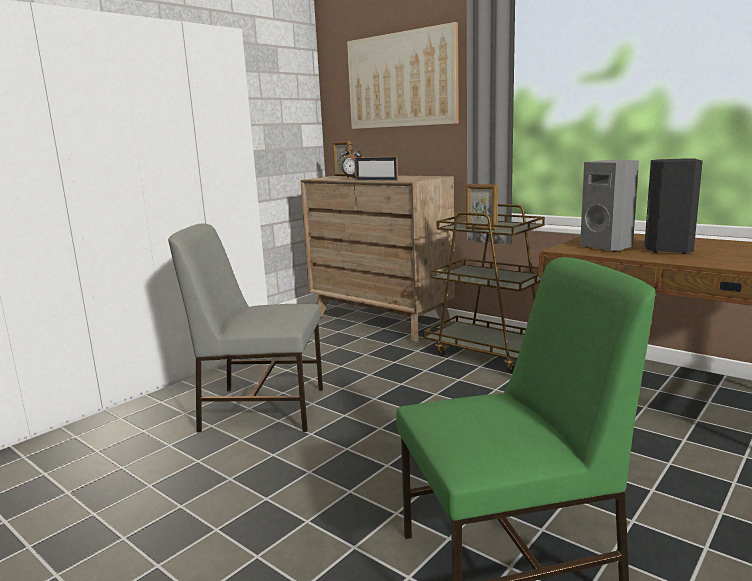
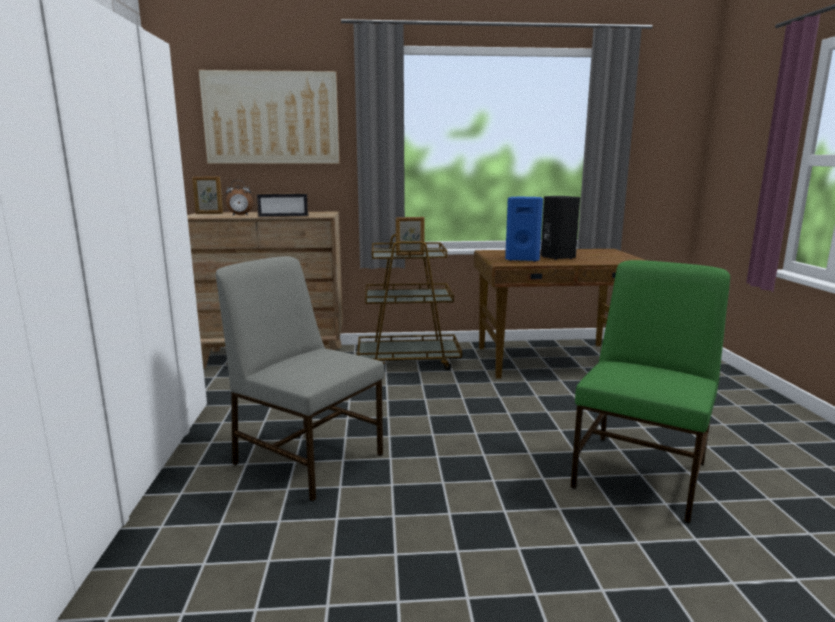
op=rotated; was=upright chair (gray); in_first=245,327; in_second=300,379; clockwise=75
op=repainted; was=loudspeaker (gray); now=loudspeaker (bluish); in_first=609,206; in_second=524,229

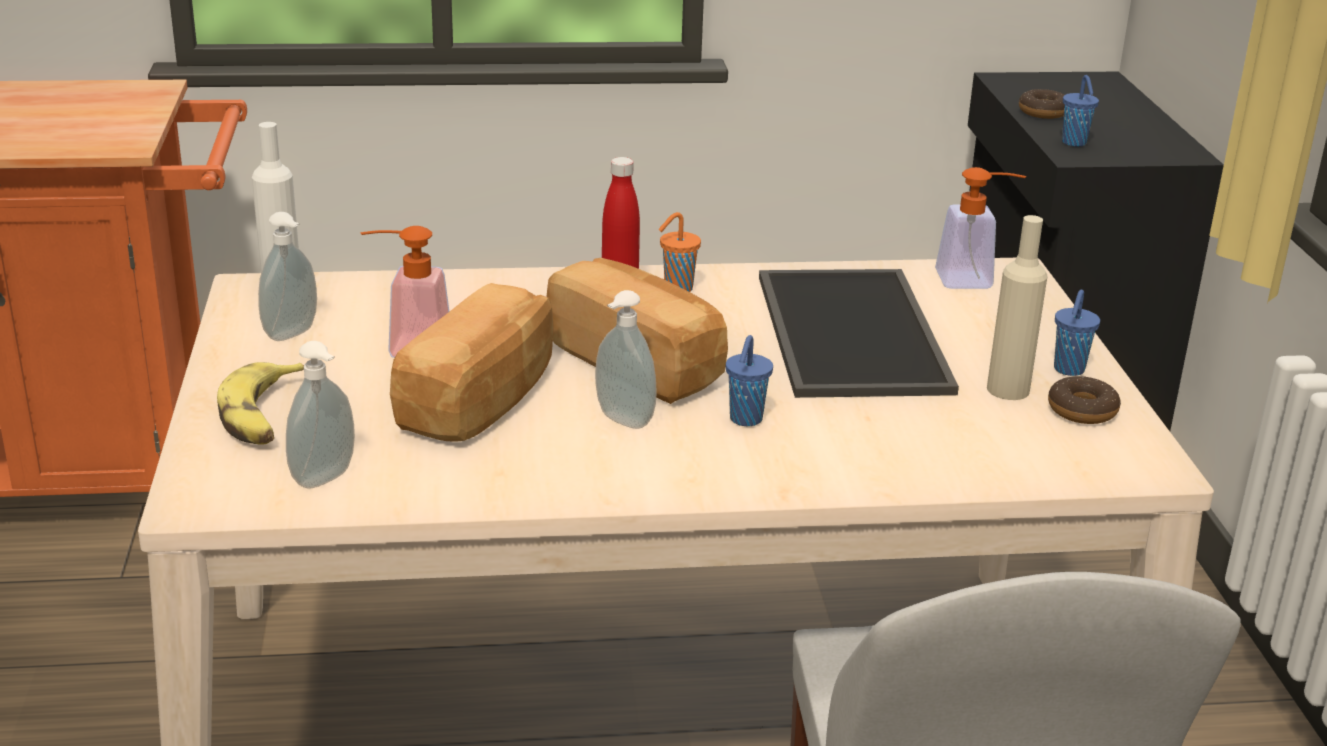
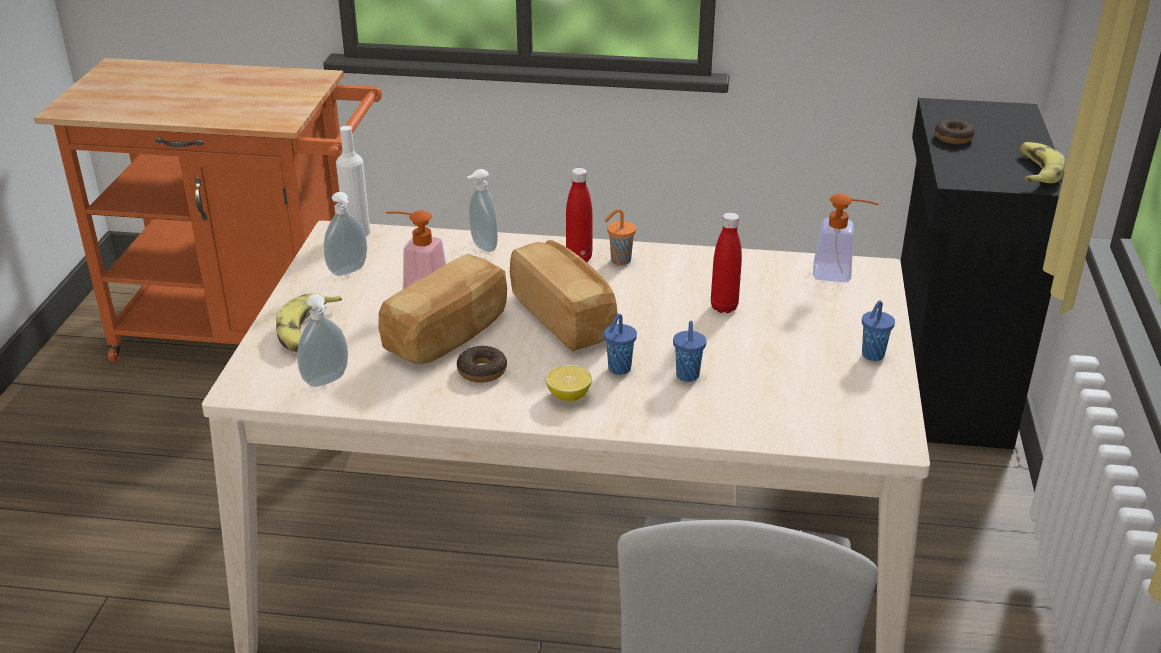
op=shifted; was=ring doughnut; in_first=1084,400; in_second=482,364
op=shifted; was=soap dispenser; in_first=626,359; in_second=482,210
op=new; now=whole lemon; in_second=568,383
op=shifted; was=drinking cup (bluish); in_first=1080,111; in_second=690,351
op=swapped; was=carrying tray; now=beverage bottle (red-coloured); in_first=859,333; in_second=726,263
op=new; now=whole banana; in_second=1042,162
op=gone; was=beverage bottle (beige-coloured); in_first=1017,307

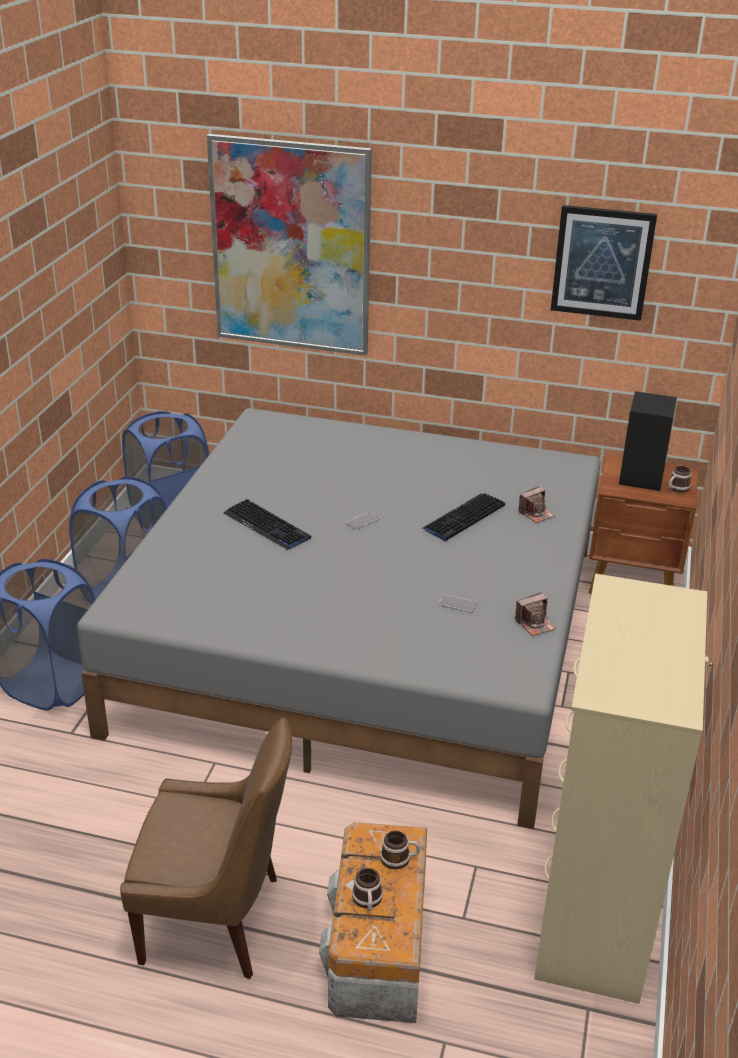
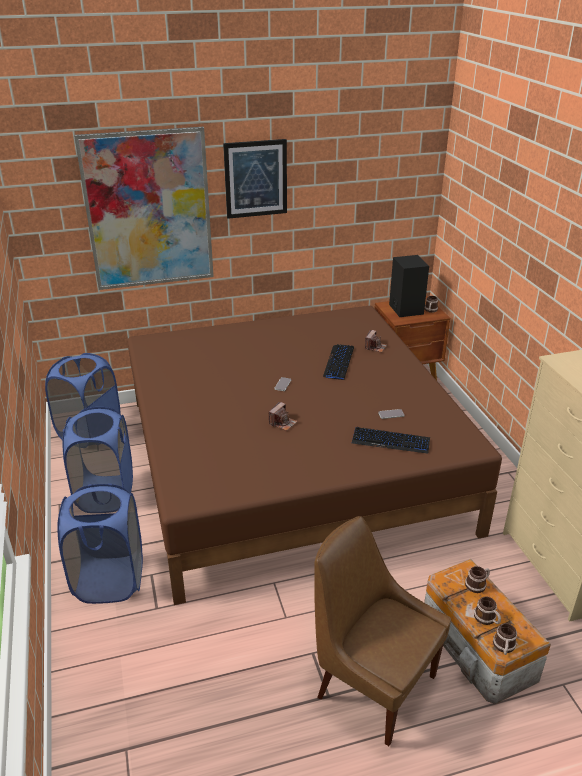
op=repainted; was=bed (gray); now=bed (brown-coloured); in_first=339,618; in_second=314,455
op=shifted; was=wall picture; in_first=604,263; in_second=255,179
op=shifted; was=still camera; in_first=536,614; in_second=283,416
op=rotated; was=upright chair (brown-coloured); in_first=206,848; in_second=382,631; clockwise=-120
op=shifted; was=keyboard; in_first=267,524; in_second=391,440
op=new; now=mug; in_second=505,639

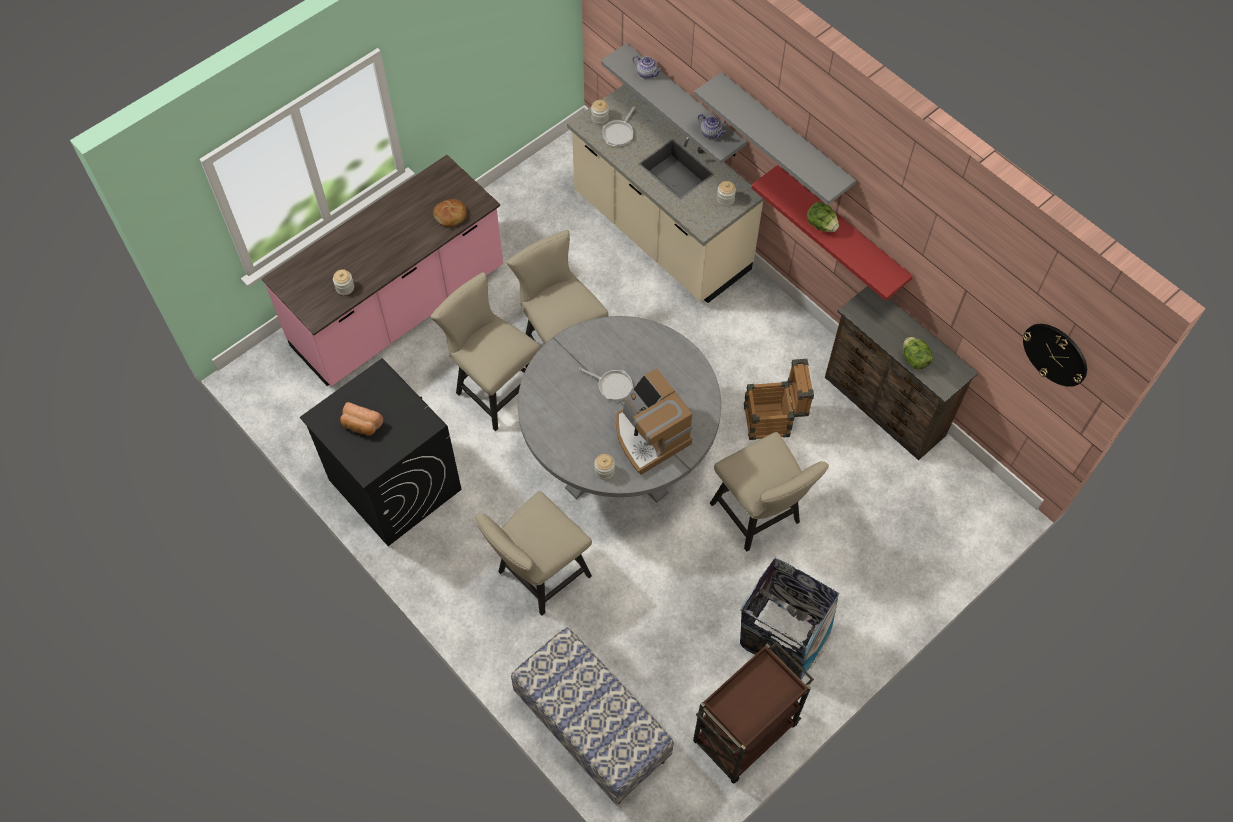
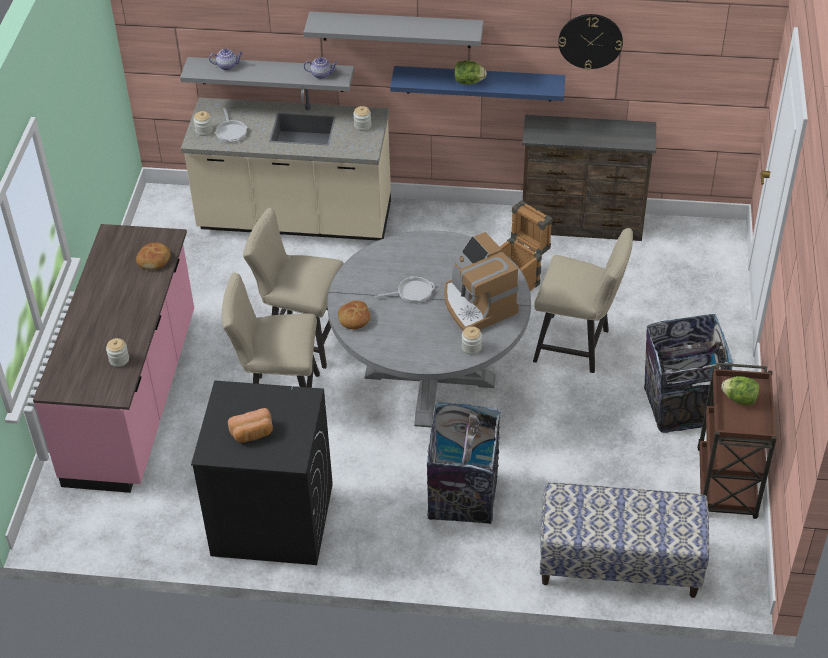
op=new; now=baked bread; in_second=354,314
op=repainted; was=wall shelf (red-coloured); now=wall shelf (bluish); in_first=832,233; in_second=477,83
op=swapped; was=upright chair (beige-coloured); now=rubbish bin; in_first=533,553; in_second=463,463
op=rotated; was=coffee brewer; in_first=654,421; in_second=481,281; clockwise=45
op=shifted; was=hanging clock; in_first=1055,355; in_second=590,42
op=shifted; was=head of lettuce; in_first=918,353; in_second=740,390

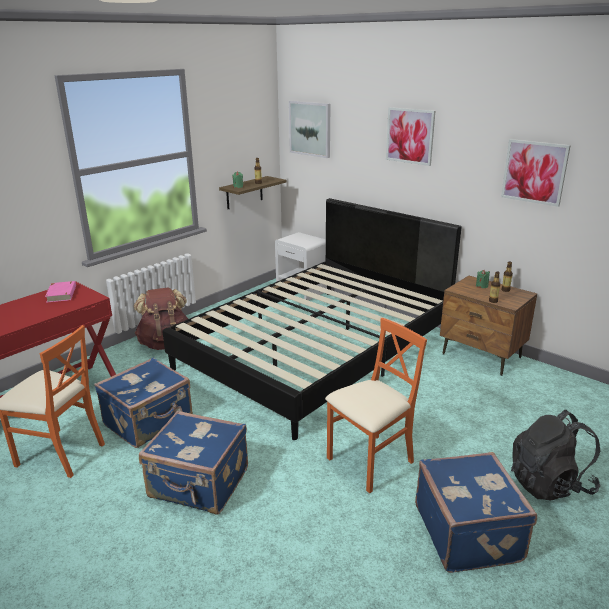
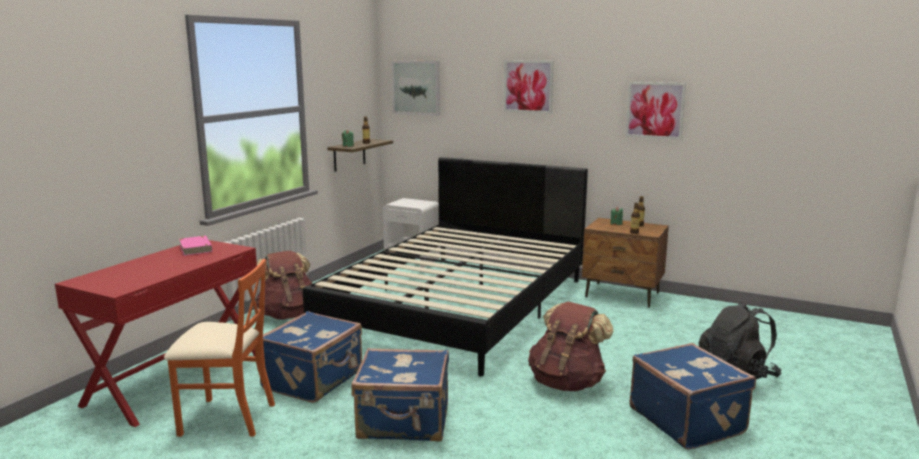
op=swapped; was=upright chair (orange-coloured); now=rucksack (brown-coloured); in_first=376,406; in_second=571,346

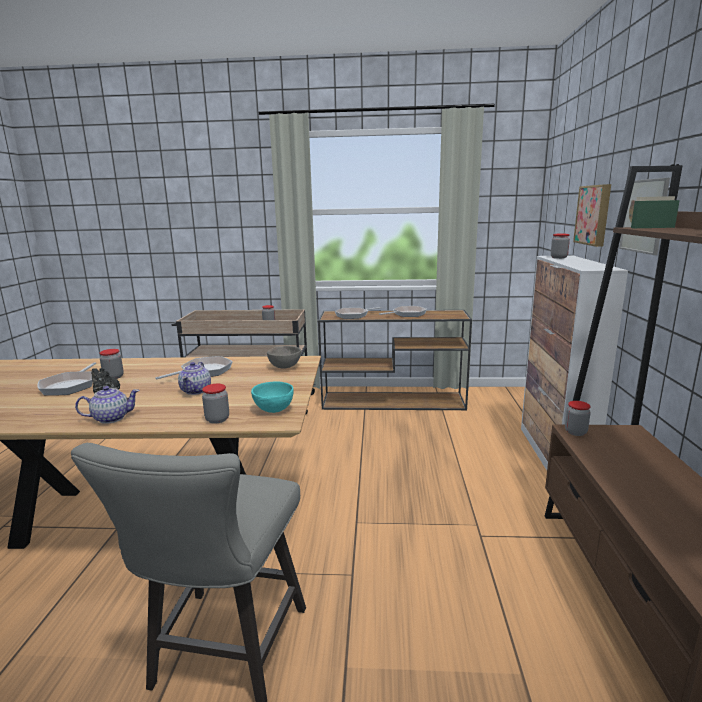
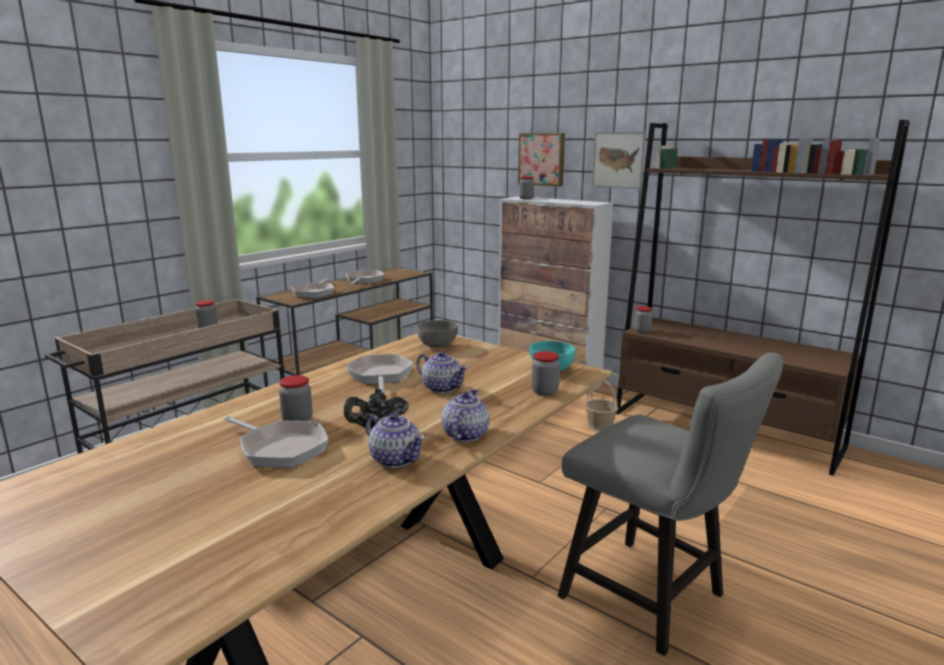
op=new; now=tea pot; in_second=395,440
op=new; now=storage basket; in_second=601,405

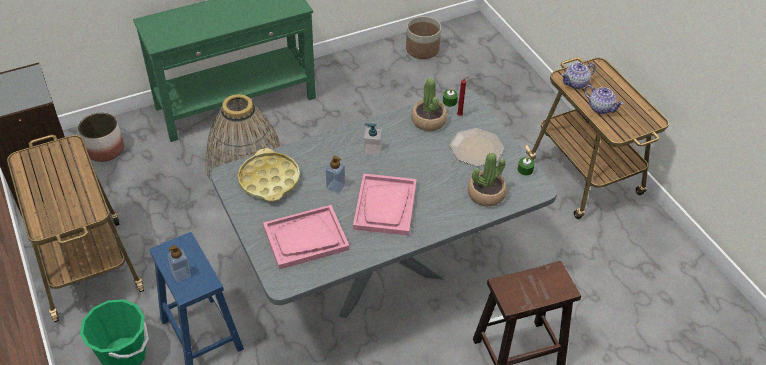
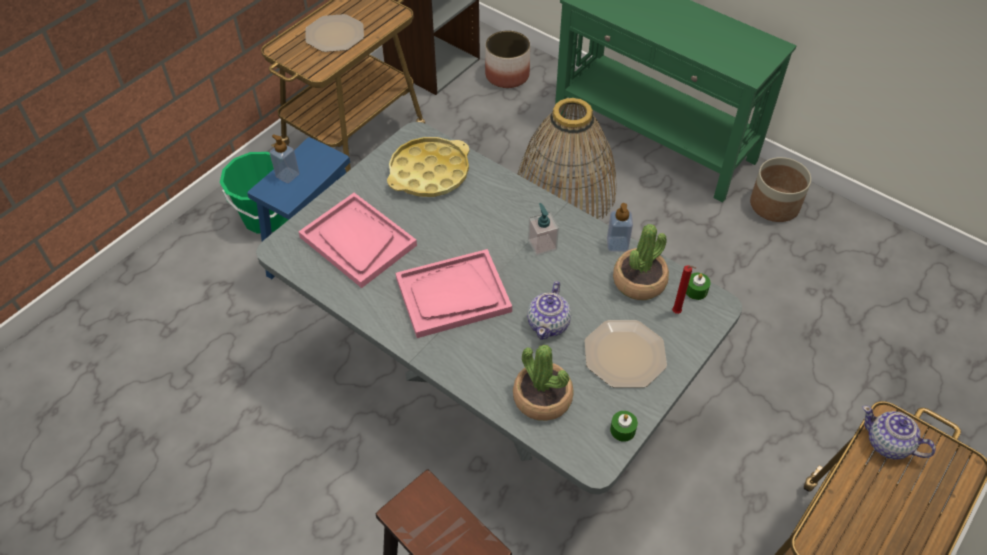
op=new; now=plate; in_second=334,33
op=shifted; was=tea pot; in_first=604,99; in_second=549,310
op=shifted; was=soap dispenser; in_first=335,174; in_second=620,227
op=shifted; was=plant pot; in_first=423,37; in_second=780,189

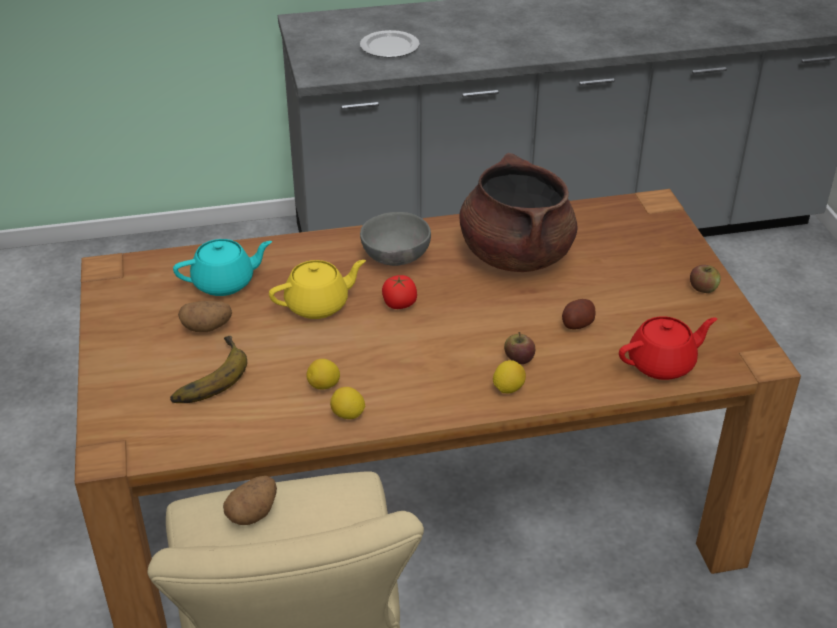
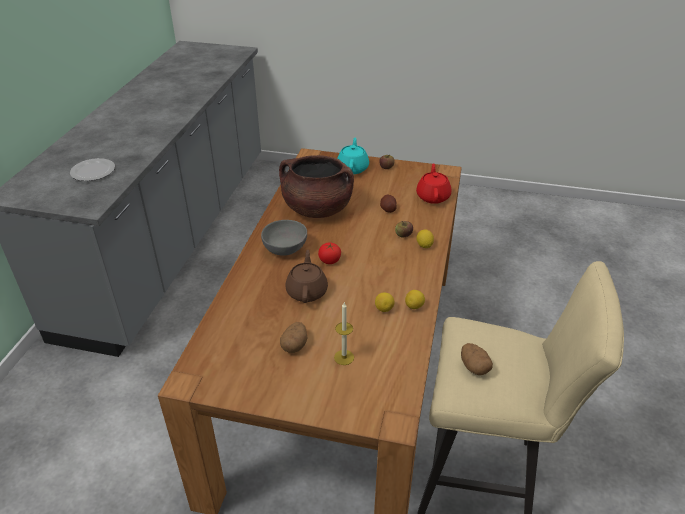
op=repainted; was=tea pot (yellow); now=tea pot (brown-coloured); in_first=317,289; in_second=306,276
op=swapped; was=whole banana; now=candle; in_first=208,369; in_second=344,334
op=shifted; was=tea pot (blue-green); in_first=222,267; in_second=353,156

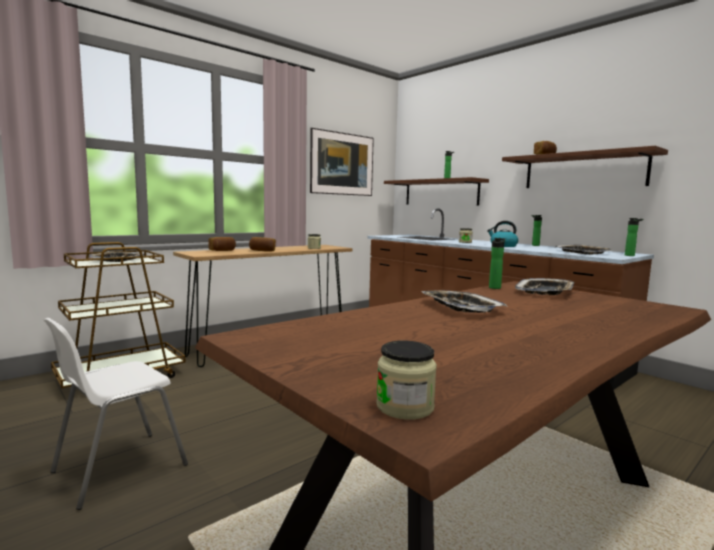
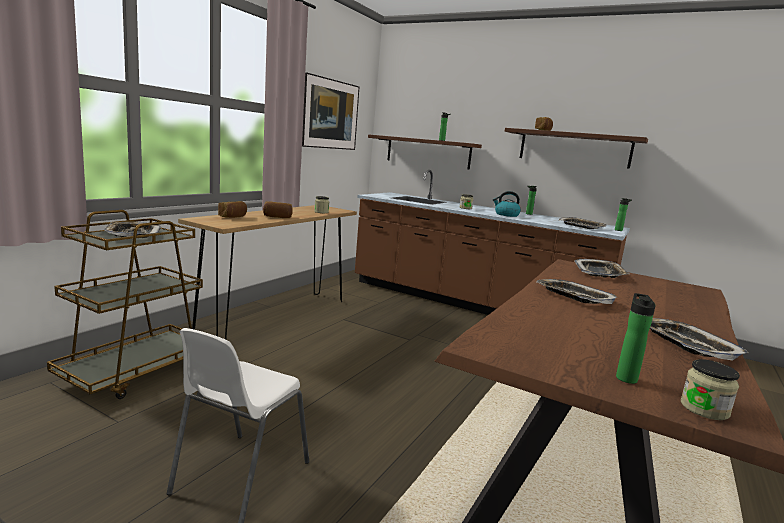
op=shifted; was=beverage bottle; in_first=497,263; in_second=636,338
op=new; now=carrying tray; in_second=699,339

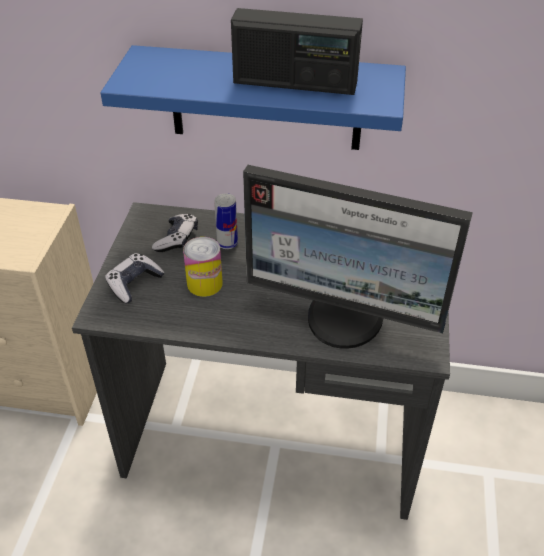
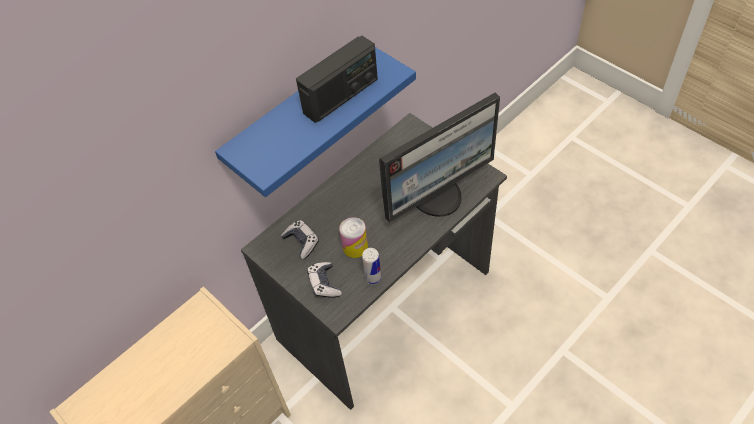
op=shifted; was=can; in_first=226,221; in_second=372,266

